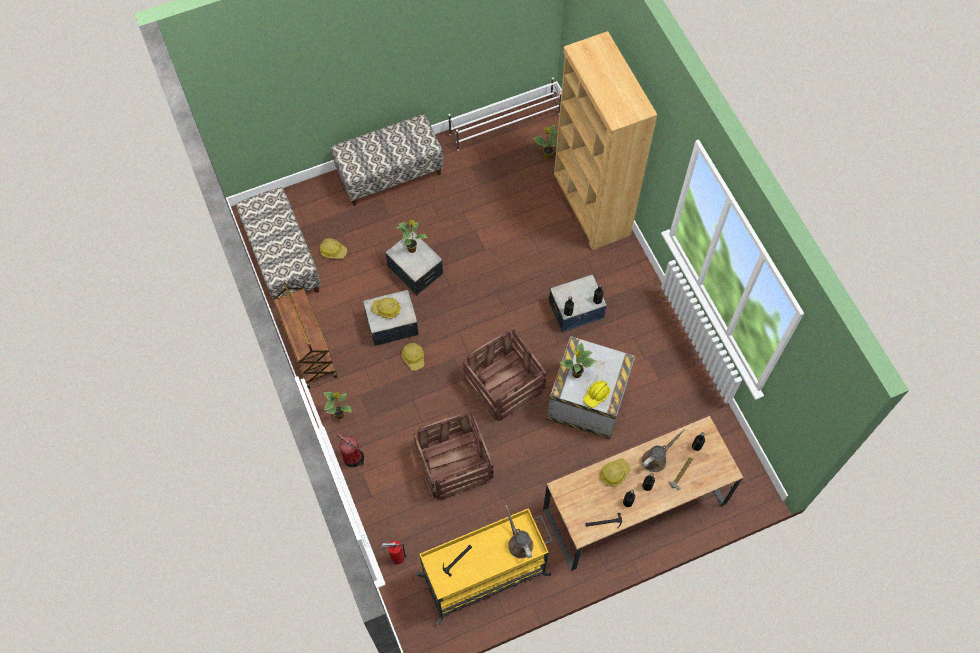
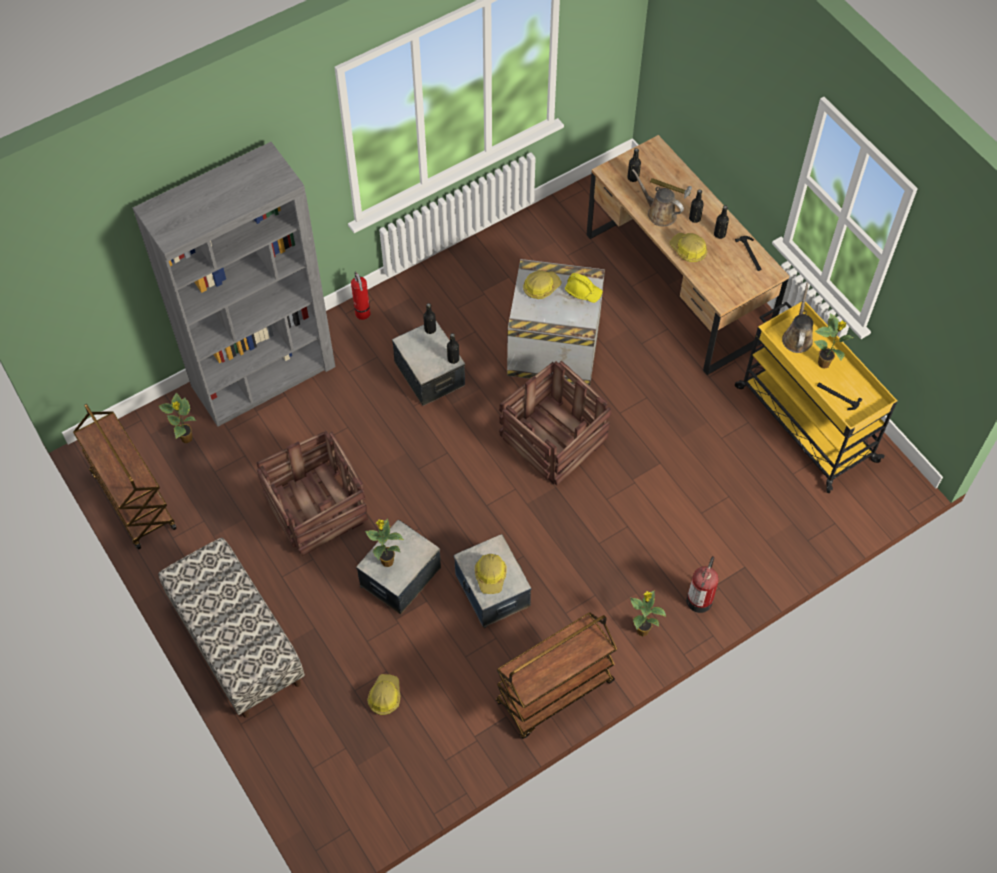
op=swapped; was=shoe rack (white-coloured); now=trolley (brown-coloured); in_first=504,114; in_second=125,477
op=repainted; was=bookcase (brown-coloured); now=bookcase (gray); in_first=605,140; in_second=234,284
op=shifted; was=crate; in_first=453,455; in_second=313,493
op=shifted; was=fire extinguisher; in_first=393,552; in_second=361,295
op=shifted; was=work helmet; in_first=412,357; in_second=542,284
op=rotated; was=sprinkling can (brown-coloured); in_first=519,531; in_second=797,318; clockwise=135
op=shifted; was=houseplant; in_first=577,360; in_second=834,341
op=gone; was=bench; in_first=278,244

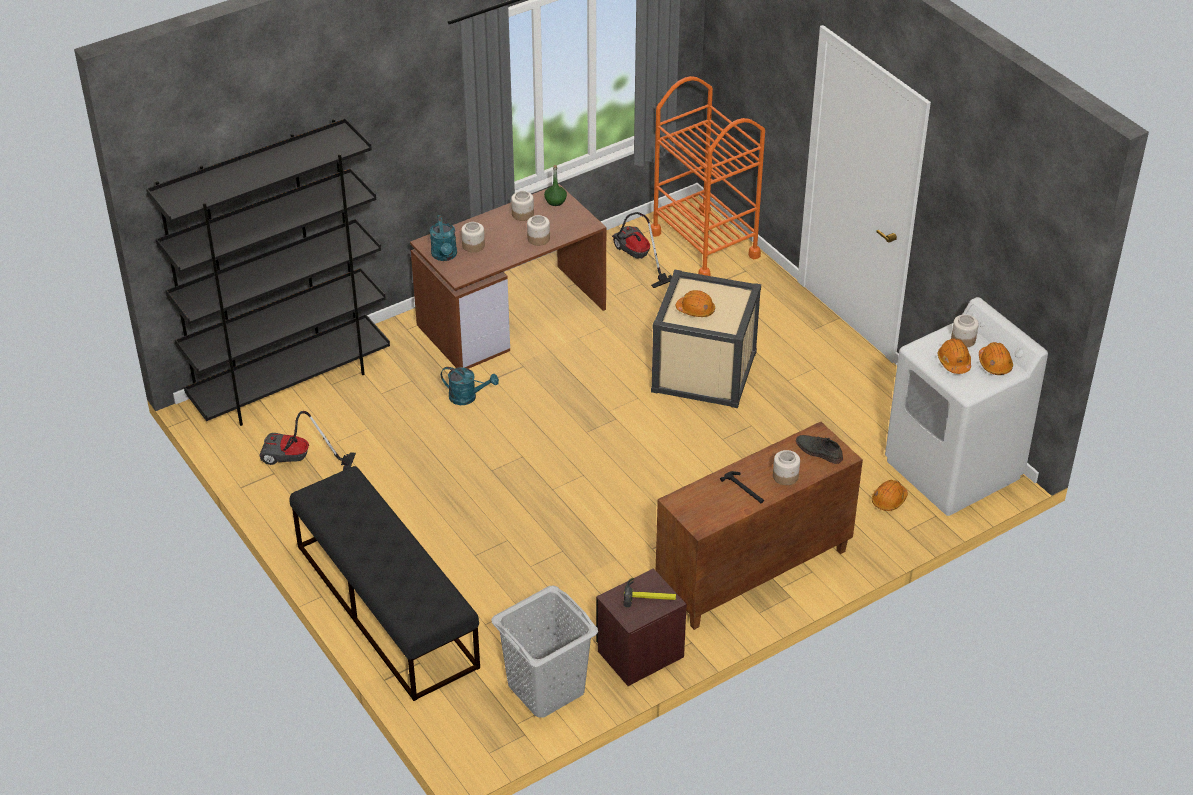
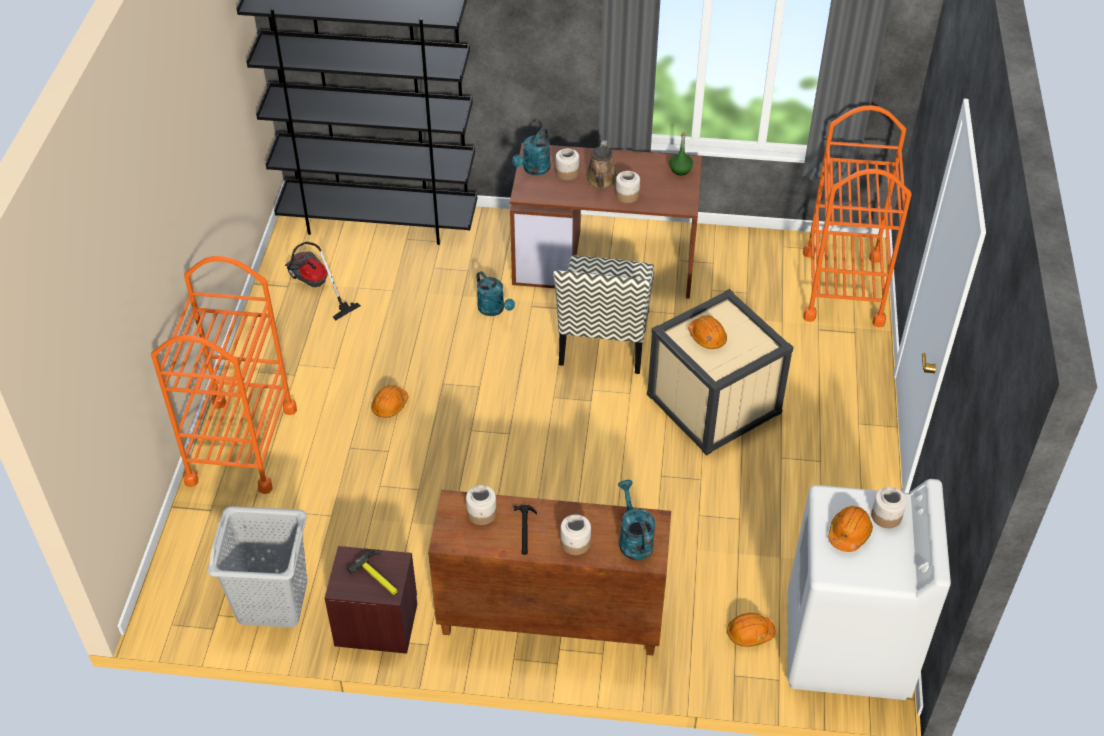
op=swapped; was=bench (blackish); now=trolley (orange-coloured); in_first=384,583; in_second=224,375
op=shifted; was=work helmet (orange-coloured); in_first=996,358; in_second=389,401
op=shifted; was=jar; in_first=522,206; in_second=481,505
op=new; now=upright chair; in_second=603,315
op=new; now=sprinkling can (brown-coloured); in_second=601,164
op=swapped; was=low shoe (gray); now=sprinkling can (blue-green); in_first=819,449; in_second=637,520
op=gone; was=vacuum cleaner; in_first=642,250

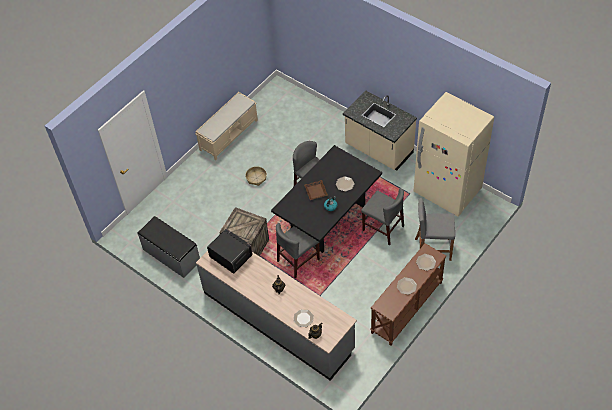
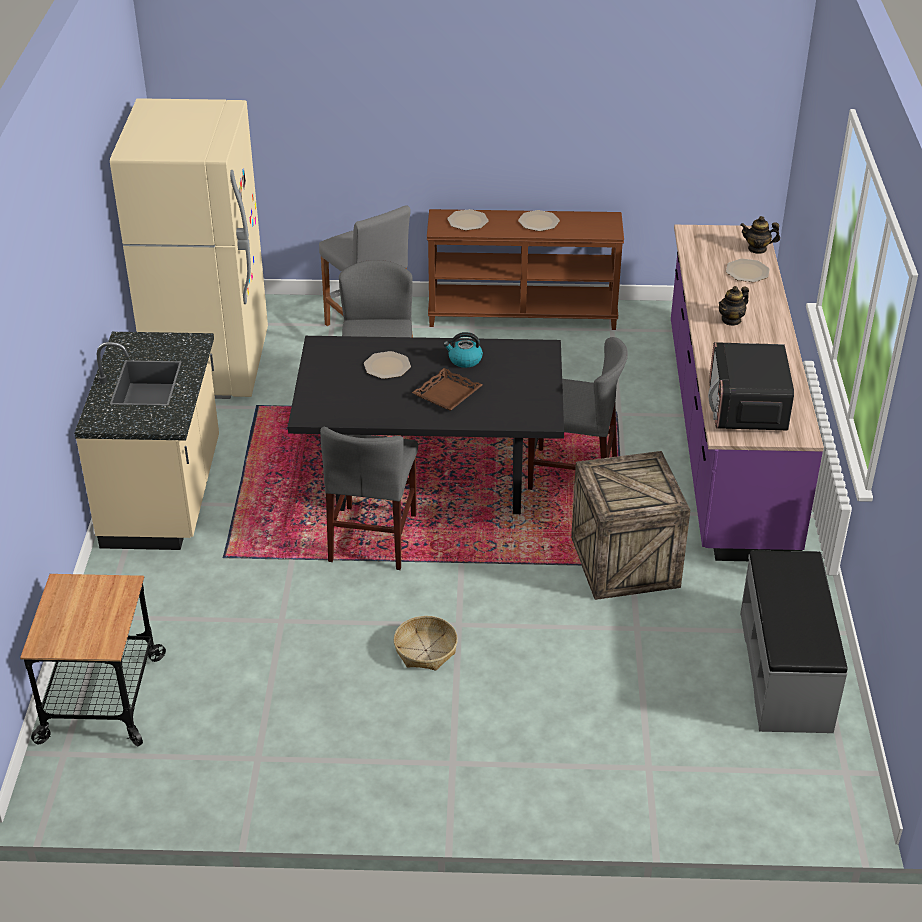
op=new; now=trolley; in_second=93,660
op=repainted; was=counter (gray); now=counter (purple); in_first=276,316; in_second=747,393
op=gone; was=bench (beige-coloured); in_first=226,126

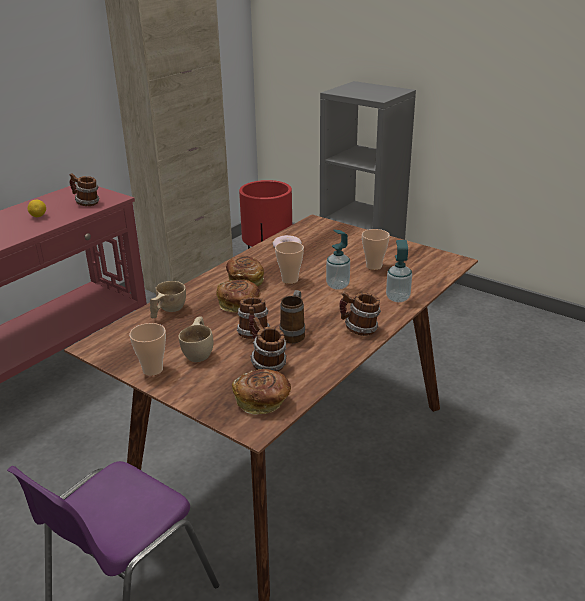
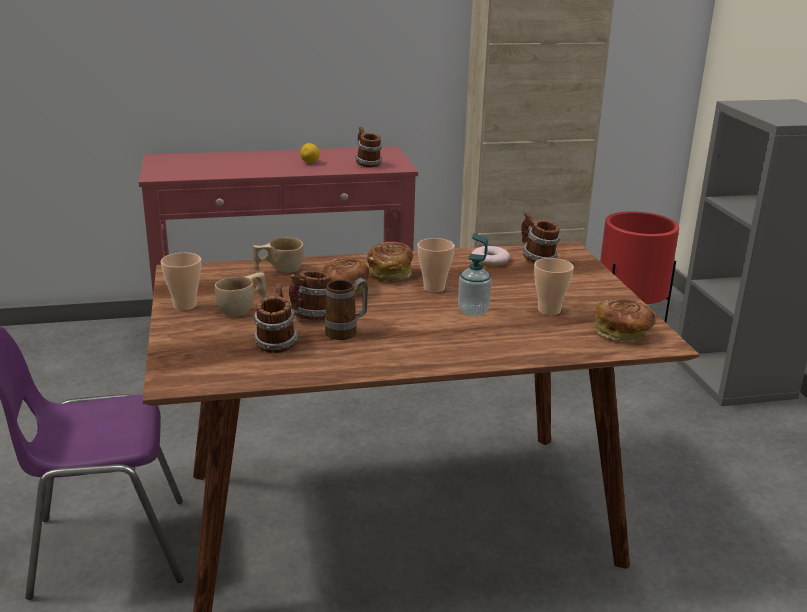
op=shifted; was=mug; in_first=360,314; in_second=541,237
op=shifted; was=baked bread; in_first=261,392; in_second=625,320
op=gone; was=soap dispenser; in_first=399,271

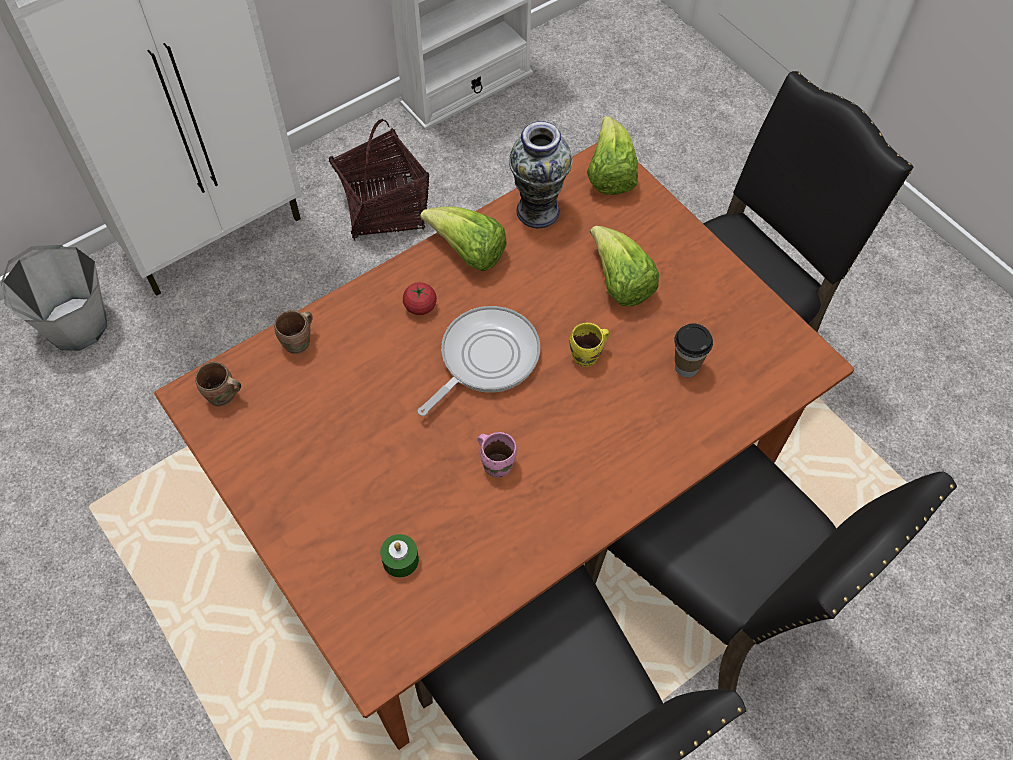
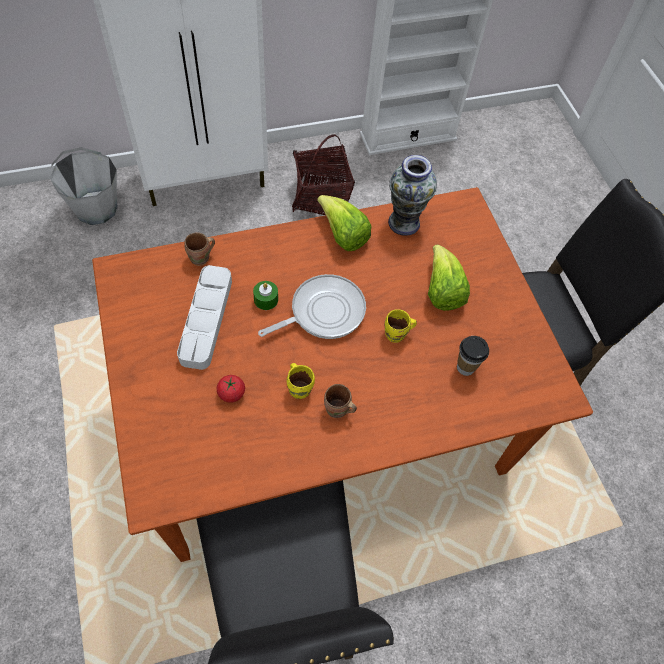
op=new; now=carrying tray (gray); in_second=204,317
op=shifted; was=fresh tomato; in_first=420,298; in_second=231,389
op=shifted; was=candle (greenish); in_first=399,556; in_second=265,295
op=repainted; was=mug (pinkish); now=mug (yellow); in_first=497,455; in_second=301,381
op=shifted; was=mug (brown-coloured); in_first=218,384; in_second=340,401
op=gone; was=upright chair (blackish); in_first=770,568
op=gone; was=head of lettuce; in_first=612,155

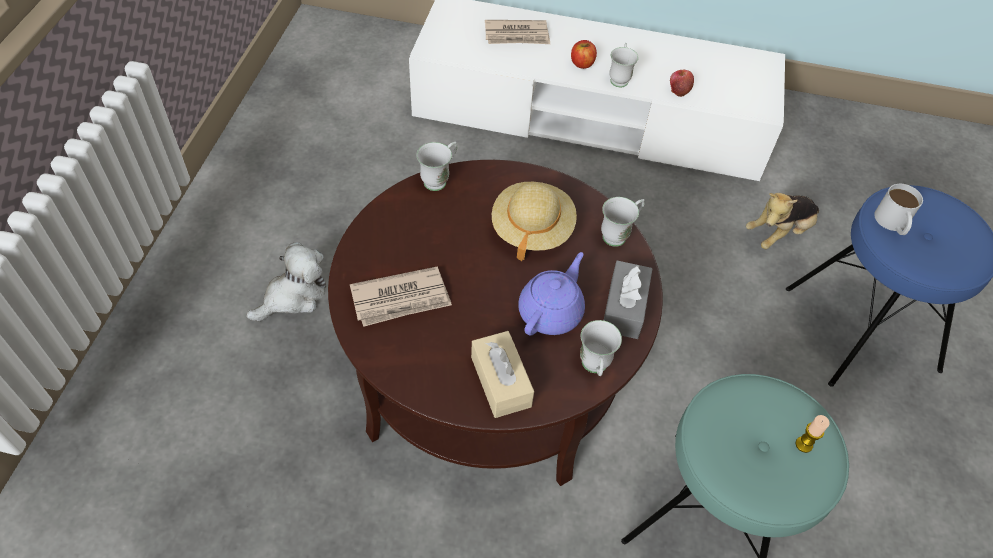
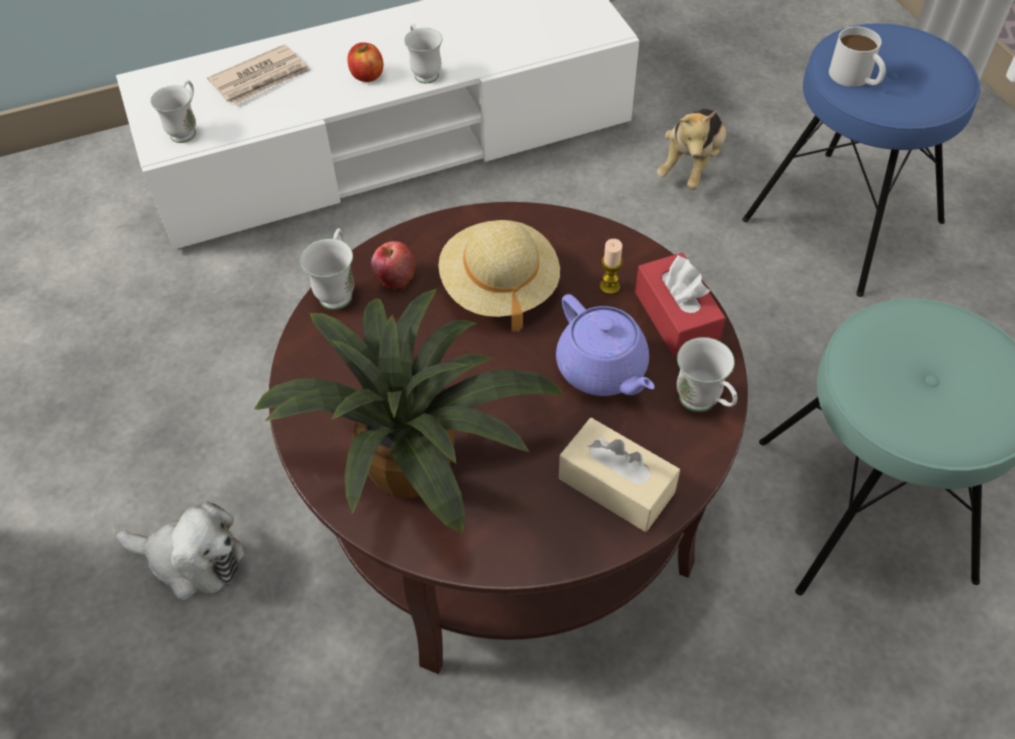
op=rotated; was=plush toy; in_first=286,281; in_second=180,551; clockwise=90
op=shifted; was=mug (white-coloured); in_first=623,222; in_second=173,111
op=swapped; was=printed paper; now=houseplant; in_first=401,296; in_second=409,411
op=shifted; was=apple; in_first=682,83; in_second=393,265
op=rotated; was=tea pot (purple); in_first=551,294; in_second=605,345; clockwise=150
op=shifted; was=candle; in_first=813,434; in_second=611,267
op=repainted; was=tissue holder (gray); now=tissue holder (red-coloured); in_first=628,299; in_second=680,305

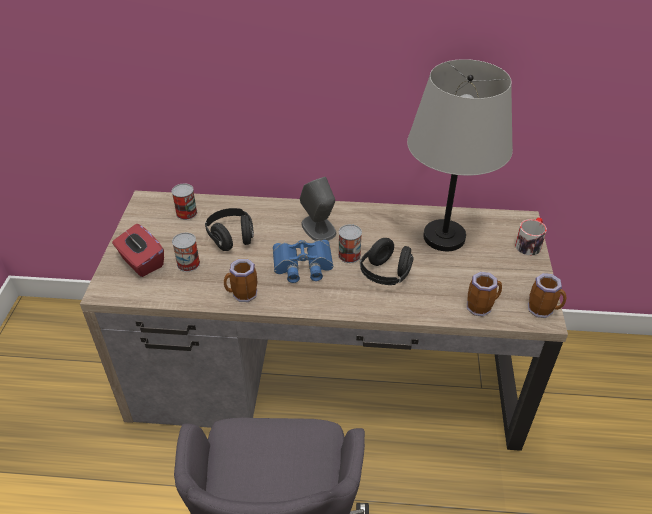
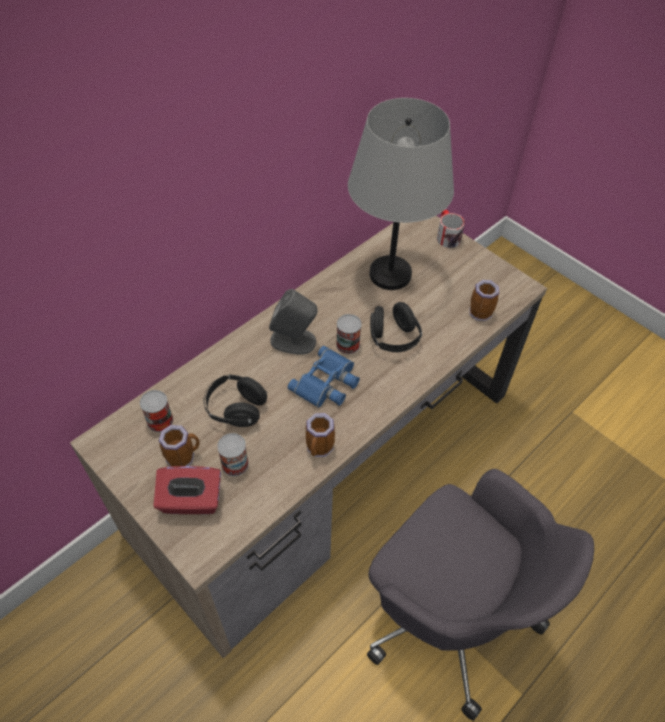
op=shifted; was=mug; in_first=547,295; in_second=179,446

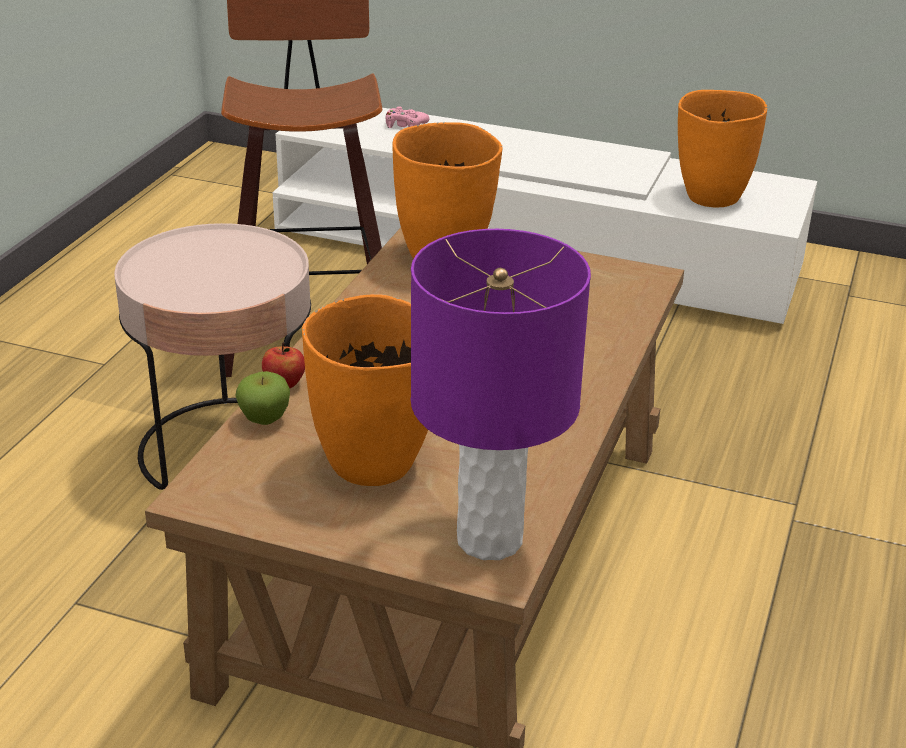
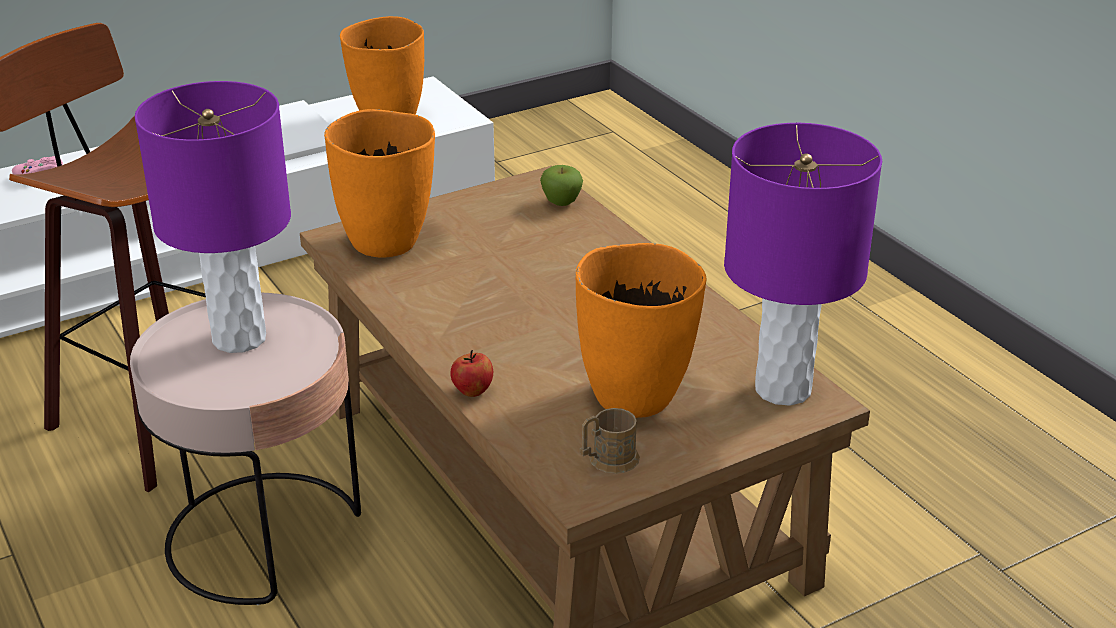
op=new; now=tabletop lamp (purple); in_second=213,217
op=shifted; was=apple; in_first=263,398; in_second=561,185
op=new; now=mug (brown-coloured); in_second=610,441

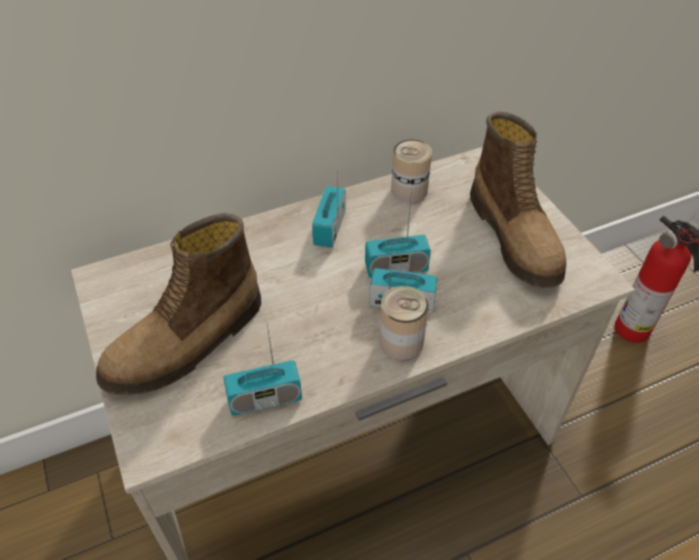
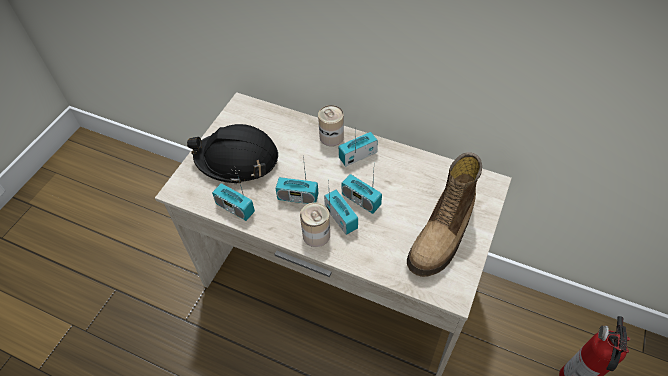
op=swapped; was=high-top boot; now=work helmet (blackish); in_first=178,304; in_second=232,154
op=new; now=radio set; in_second=297,180
op=shifted; was=can; in_first=411,171; in_second=331,125

